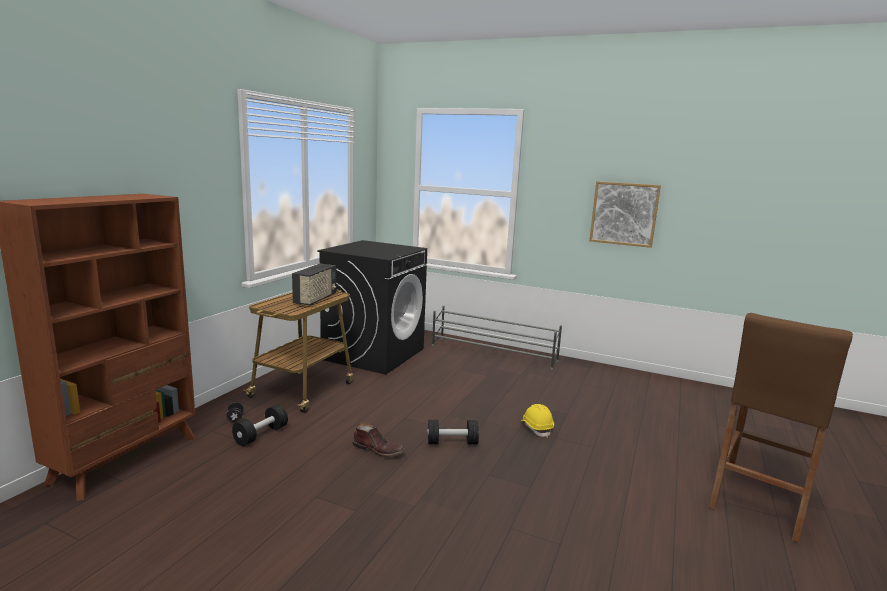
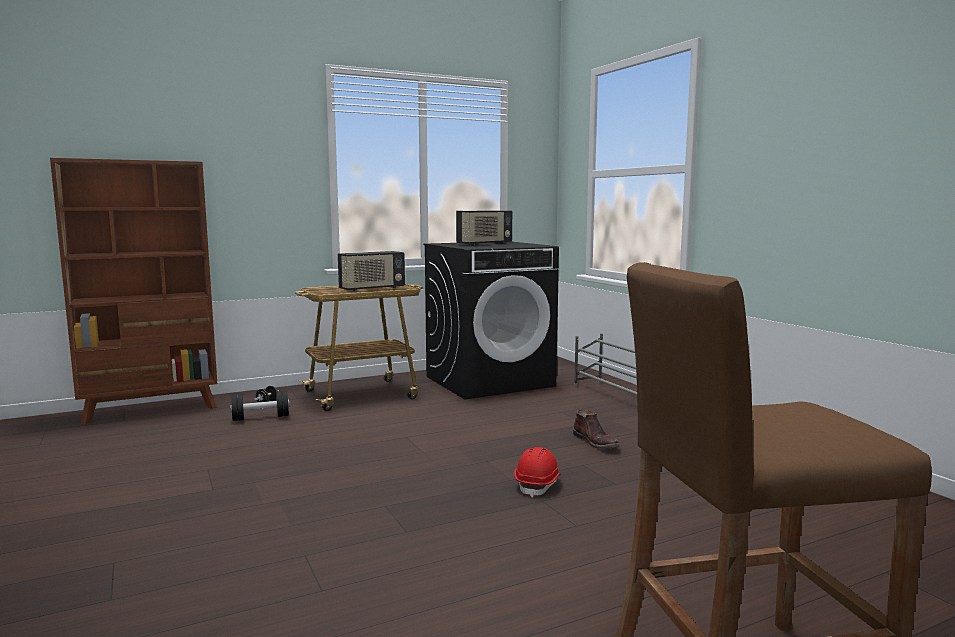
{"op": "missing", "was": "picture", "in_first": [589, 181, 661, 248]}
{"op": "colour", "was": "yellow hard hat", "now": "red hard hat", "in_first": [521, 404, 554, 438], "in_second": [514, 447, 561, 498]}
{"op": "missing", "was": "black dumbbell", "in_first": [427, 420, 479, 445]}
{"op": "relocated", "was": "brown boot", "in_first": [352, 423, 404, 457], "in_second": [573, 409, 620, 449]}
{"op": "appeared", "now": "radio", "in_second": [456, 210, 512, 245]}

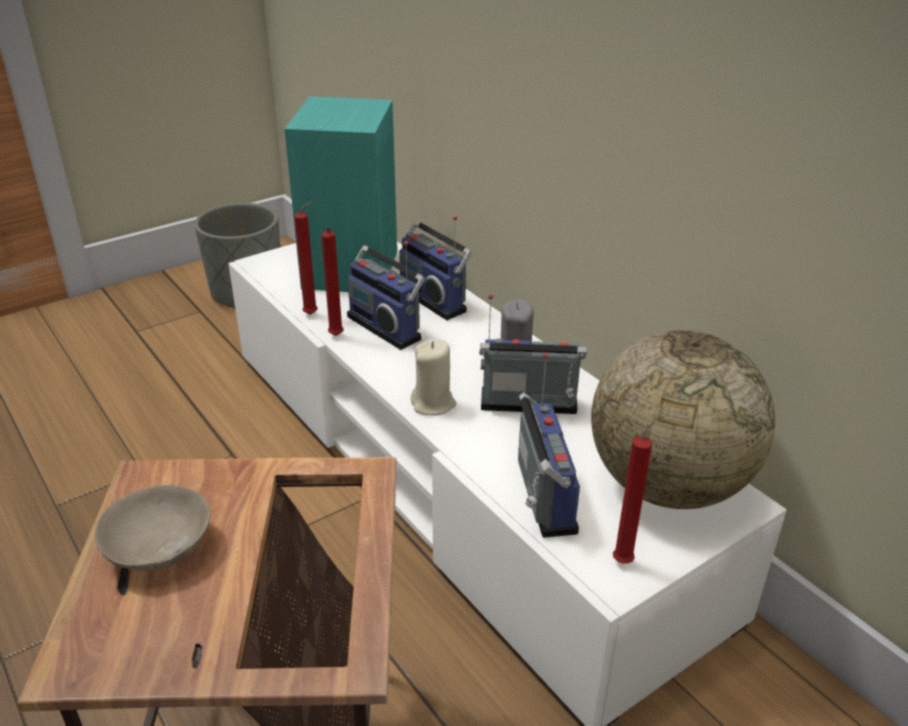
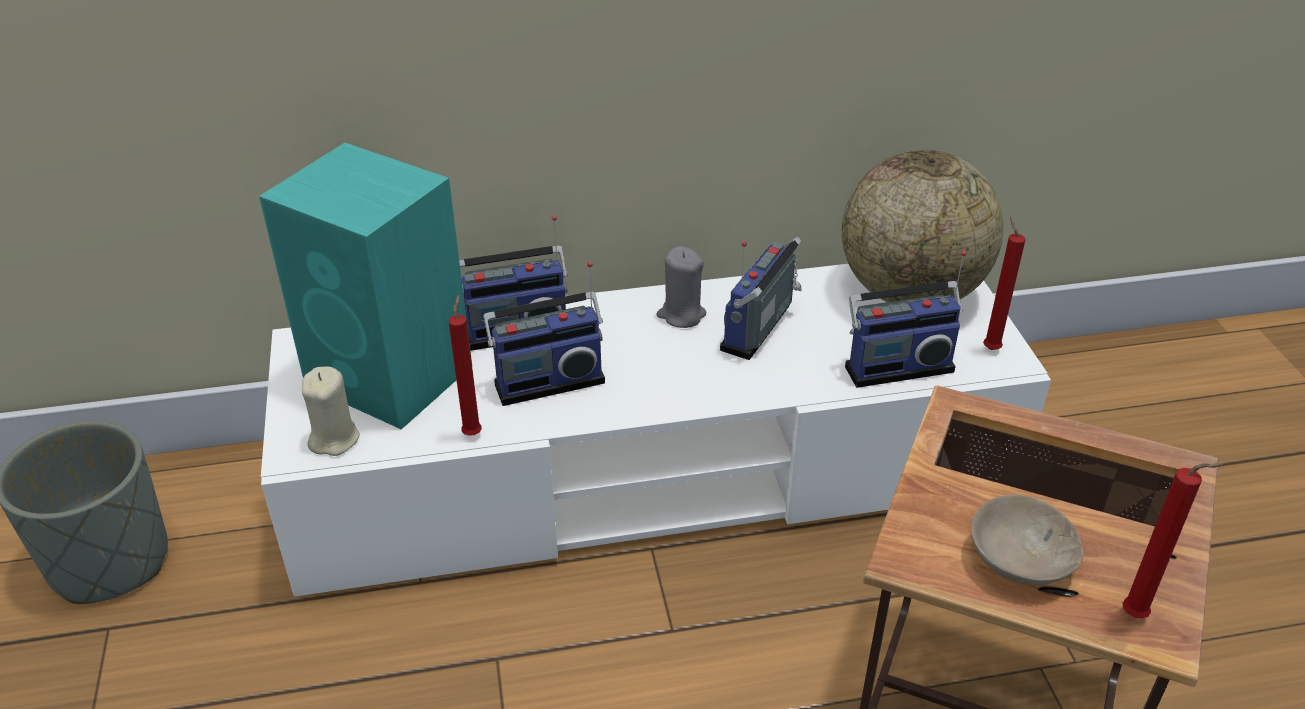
{"op": "relocated", "was": "red candle", "in_first": [321, 227, 344, 336], "in_second": [1123, 463, 1224, 618]}
{"op": "relocated", "was": "beige candle", "in_first": [411, 339, 456, 416], "in_second": [302, 367, 360, 456]}
{"op": "spun", "was": "radio", "in_first": [518, 353, 580, 538], "in_second": [845, 251, 966, 388], "clockwise": 150}

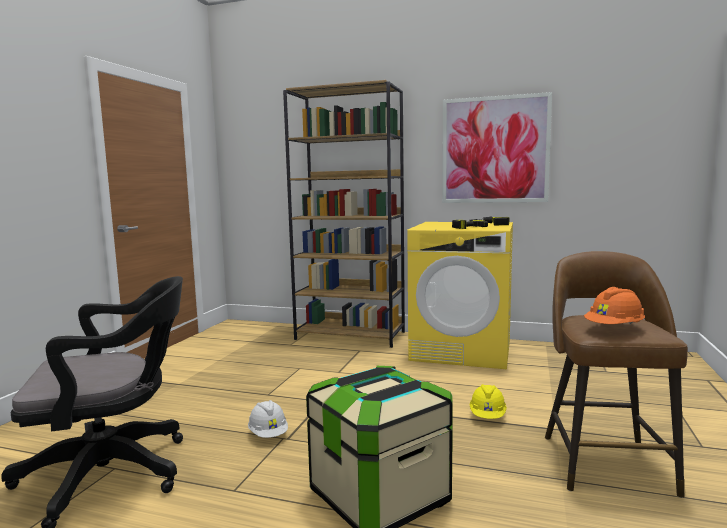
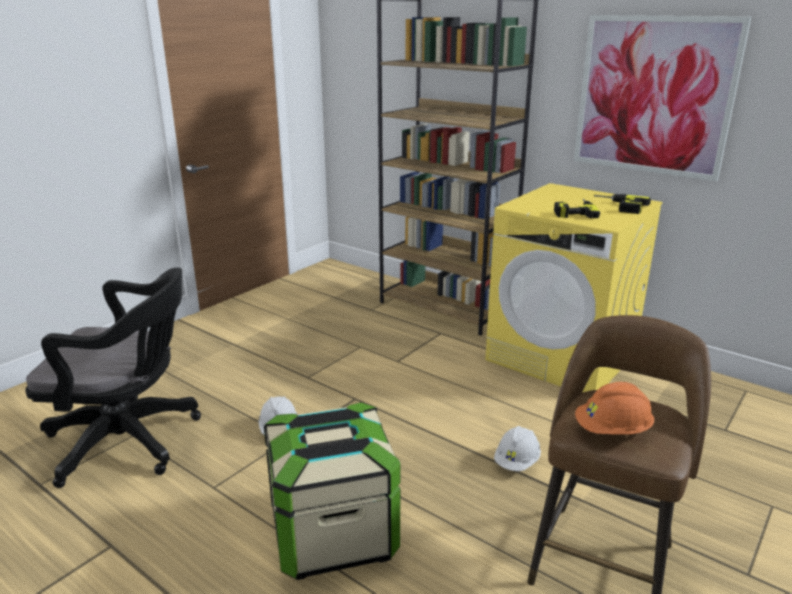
{"op": "colour", "was": "yellow hard hat", "now": "white hard hat", "in_first": [469, 384, 507, 419], "in_second": [494, 426, 541, 471]}

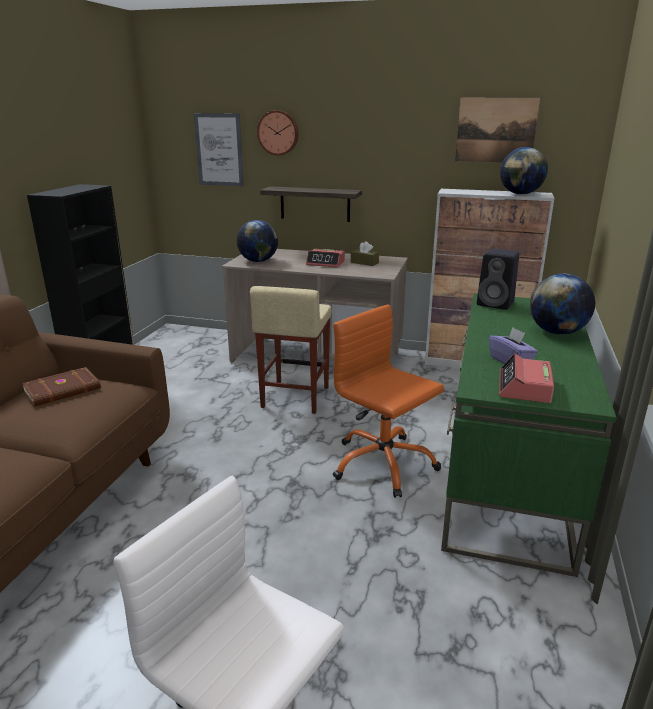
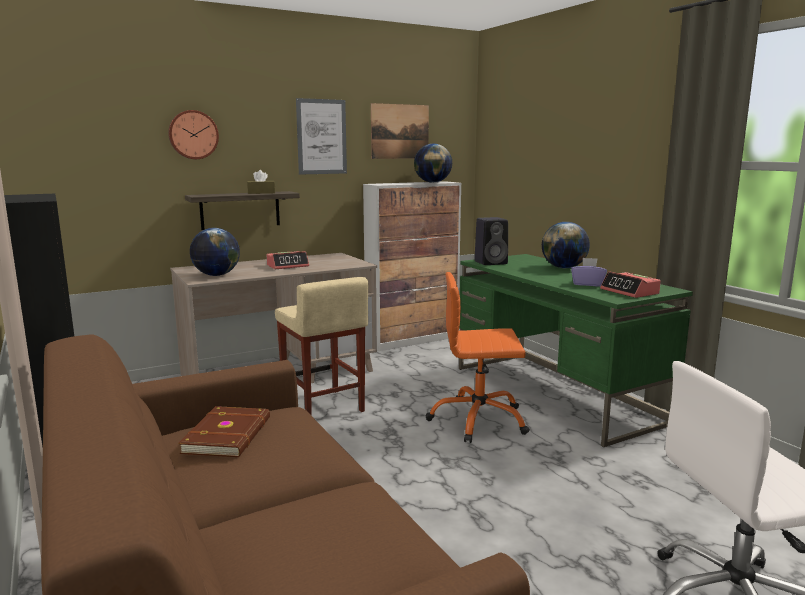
{"op": "relocated", "was": "picture", "in_first": [194, 113, 244, 186], "in_second": [296, 98, 347, 175]}
{"op": "relocated", "was": "brown tissue box", "in_first": [351, 241, 379, 266], "in_second": [247, 170, 275, 194]}

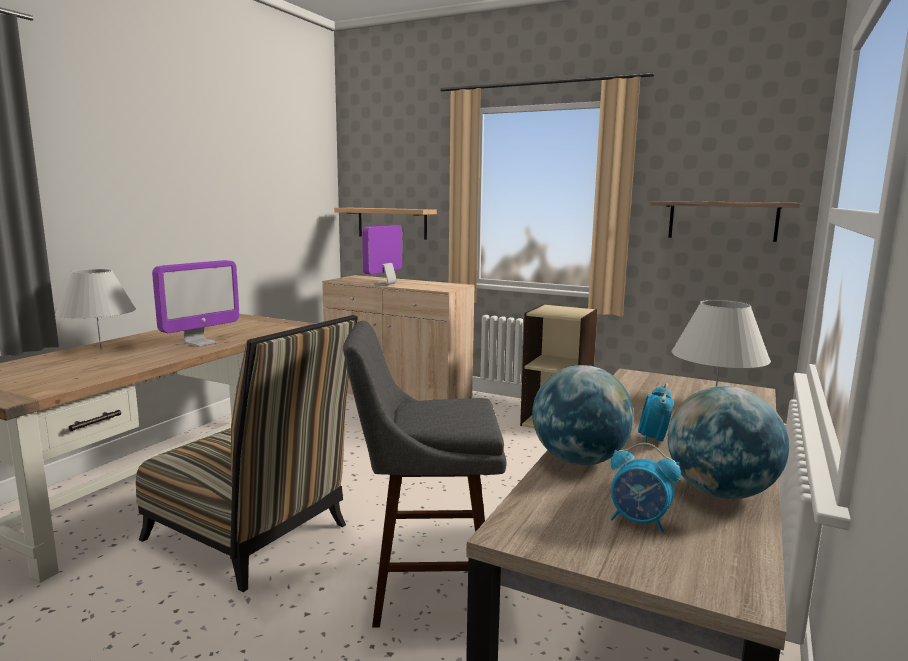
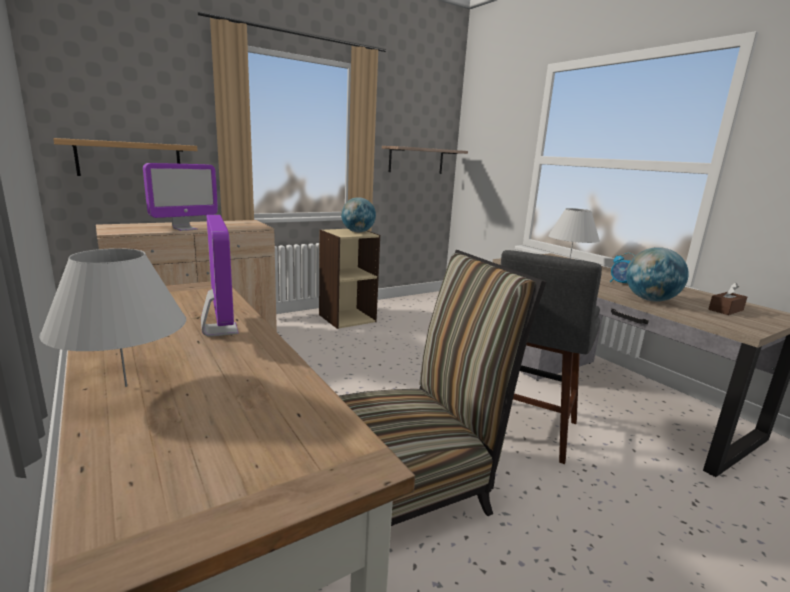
{"op": "spun", "was": "monitor", "in_first": [362, 225, 402, 285], "in_second": [143, 163, 218, 231], "clockwise": -105}
{"op": "relocated", "was": "globe", "in_first": [668, 386, 789, 499], "in_second": [341, 197, 376, 232]}
{"op": "exchanged", "was": "alarm clock", "now": "brown tissue box", "in_first": [610, 443, 681, 532], "in_second": [708, 282, 747, 315]}

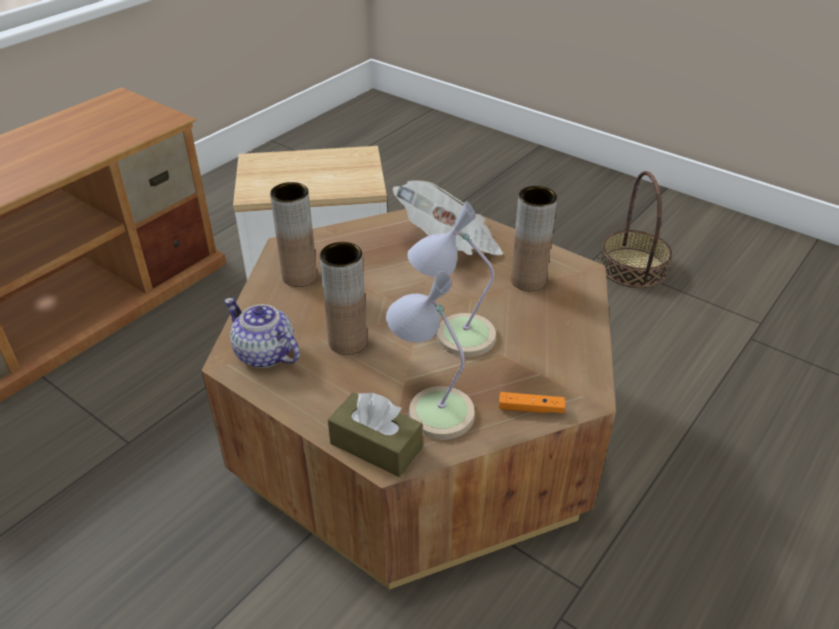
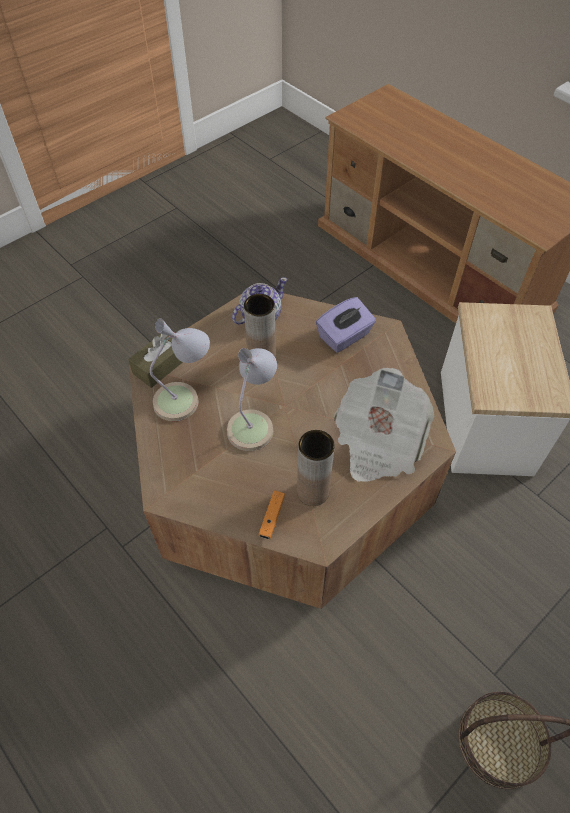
{"op": "exchanged", "was": "brown vase", "now": "purple tissue box", "in_first": [270, 182, 317, 287], "in_second": [316, 297, 376, 353]}
{"op": "relocated", "was": "orange game controller", "in_first": [499, 392, 565, 413], "in_second": [259, 491, 285, 539]}

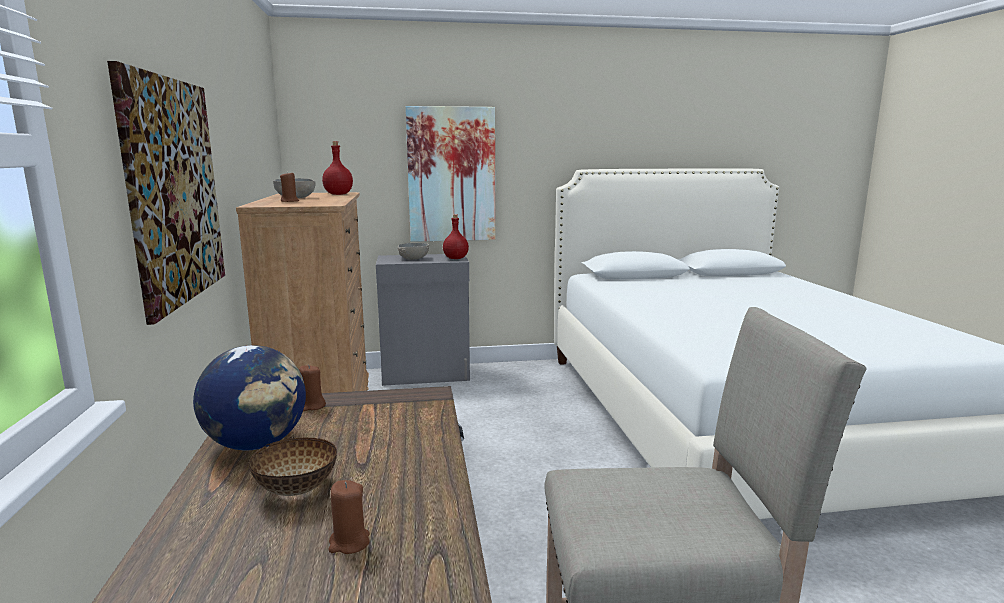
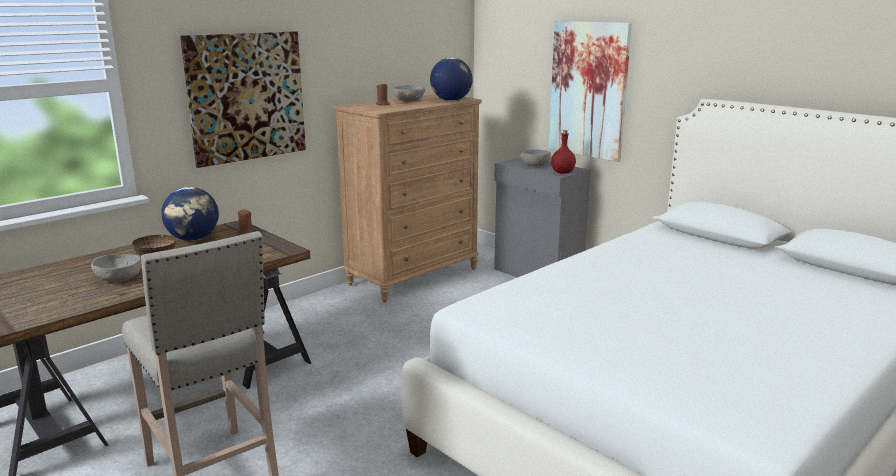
{"op": "exchanged", "was": "red bottle", "now": "globe", "in_first": [322, 141, 353, 195], "in_second": [430, 57, 473, 101]}
{"op": "exchanged", "was": "brown candle", "now": "grey bowl", "in_first": [329, 480, 369, 554], "in_second": [91, 254, 141, 282]}

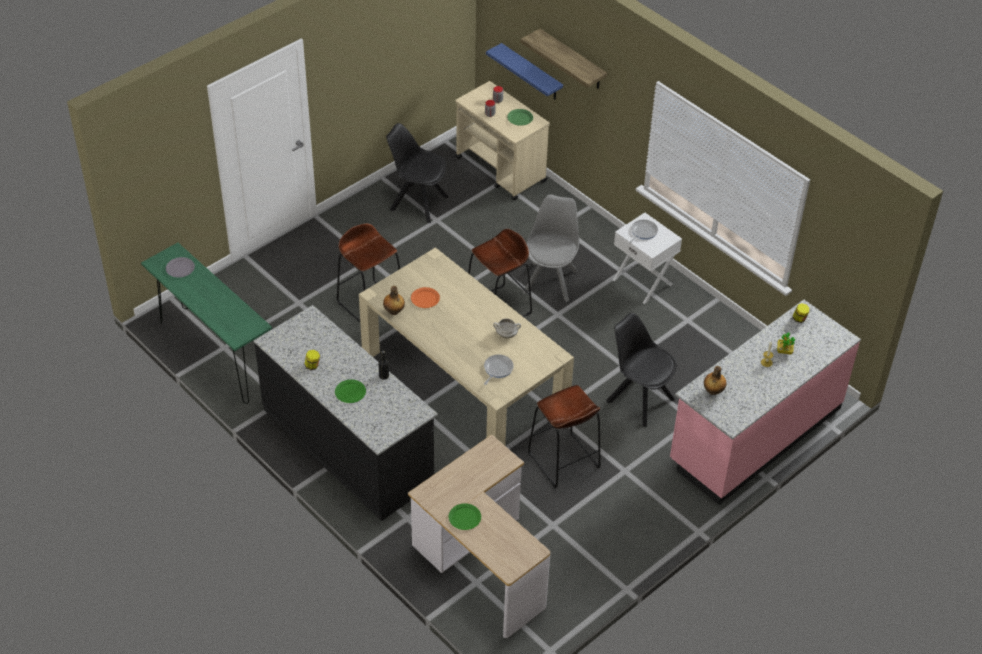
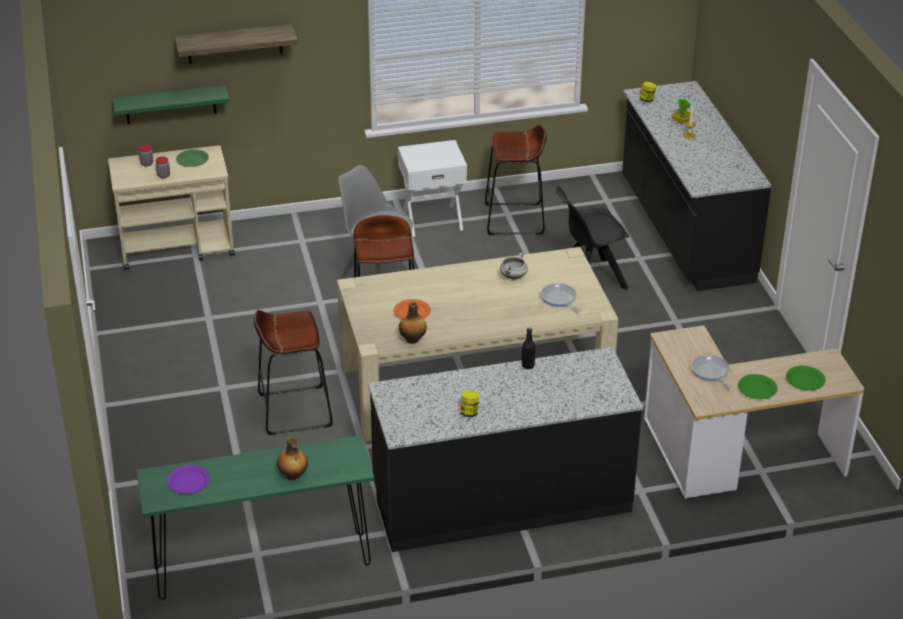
{"op": "colour", "was": "blue shelf", "now": "green shelf", "in_first": [486, 43, 563, 100], "in_second": [112, 85, 229, 124]}
{"op": "missing", "was": "black chair", "in_first": [386, 123, 449, 223]}
{"op": "relocated", "was": "frying pan", "in_first": [629, 220, 658, 243], "in_second": [691, 355, 732, 388]}
{"op": "colour", "was": "grey plate", "now": "purple plate", "in_first": [166, 257, 195, 278], "in_second": [167, 465, 210, 494]}
{"op": "colour", "was": "pink counter", "now": "black counter", "in_first": [670, 300, 861, 505], "in_second": [622, 81, 772, 291]}
{"op": "relocated", "was": "bottle", "in_first": [704, 366, 726, 395], "in_second": [277, 436, 308, 480]}
{"op": "relocated", "was": "green plate", "in_first": [335, 379, 366, 403], "in_second": [786, 366, 826, 390]}
{"op": "relocated", "was": "brown stool", "in_first": [528, 385, 601, 488], "in_second": [485, 125, 547, 235]}

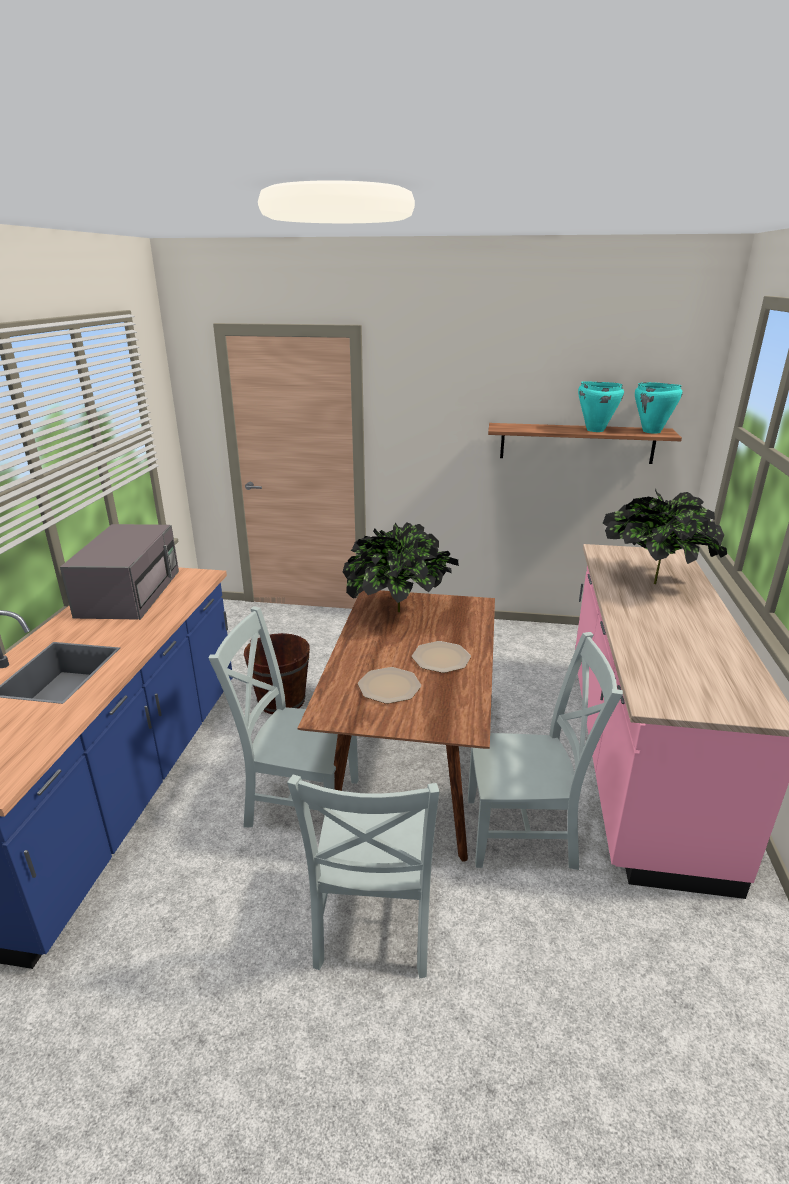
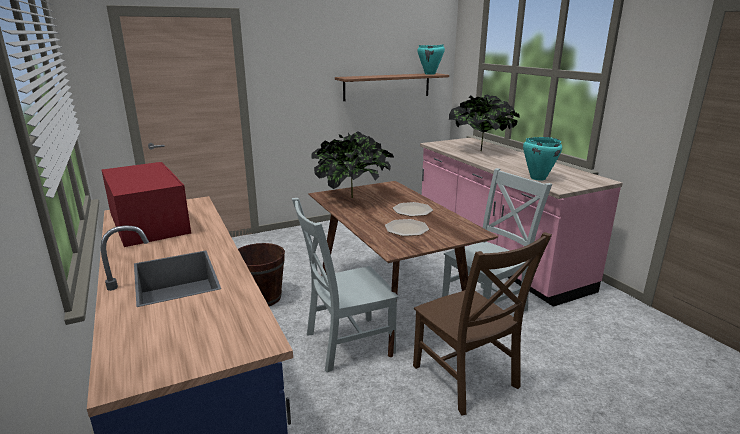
{"op": "relocated", "was": "turquoise cooking pot", "in_first": [578, 381, 624, 432], "in_second": [523, 137, 562, 181]}
{"op": "colour", "was": "grey microwave", "now": "red microwave", "in_first": [60, 524, 179, 620], "in_second": [101, 162, 191, 247]}
{"op": "colour", "was": "grey chair", "now": "brown chair", "in_first": [287, 775, 440, 978], "in_second": [413, 232, 552, 415]}

